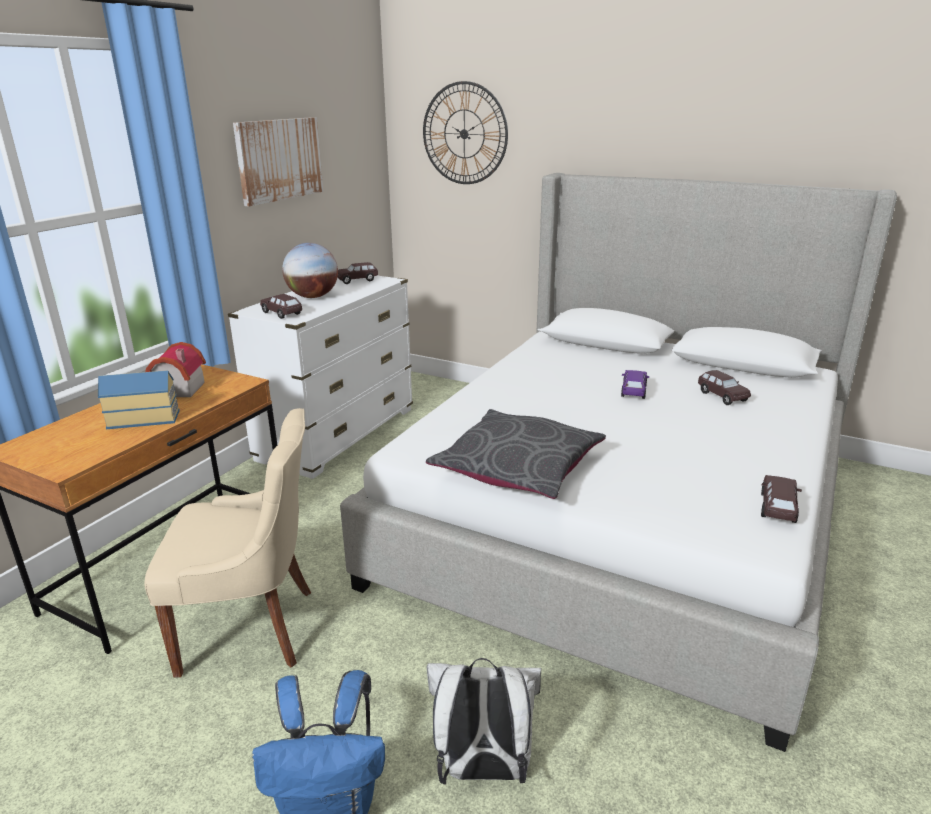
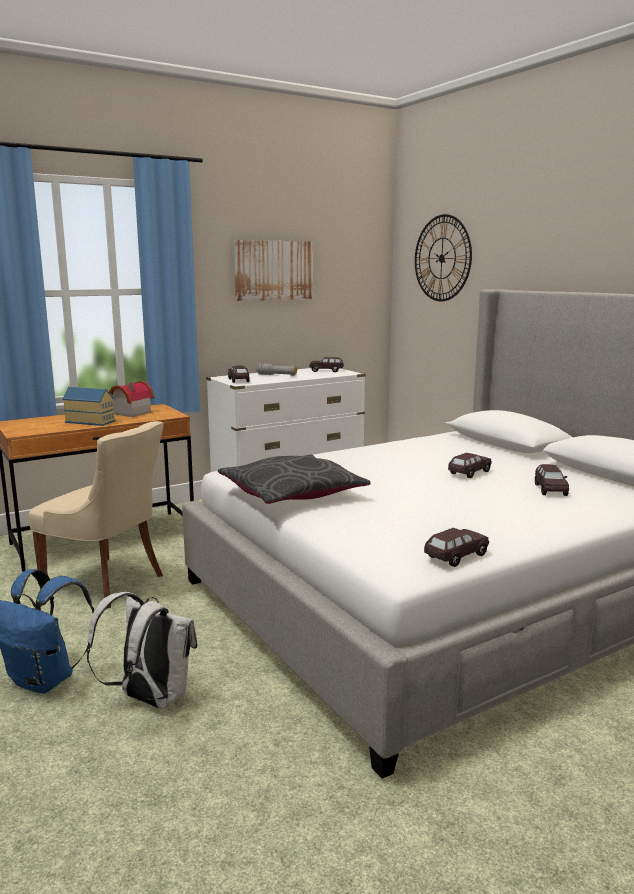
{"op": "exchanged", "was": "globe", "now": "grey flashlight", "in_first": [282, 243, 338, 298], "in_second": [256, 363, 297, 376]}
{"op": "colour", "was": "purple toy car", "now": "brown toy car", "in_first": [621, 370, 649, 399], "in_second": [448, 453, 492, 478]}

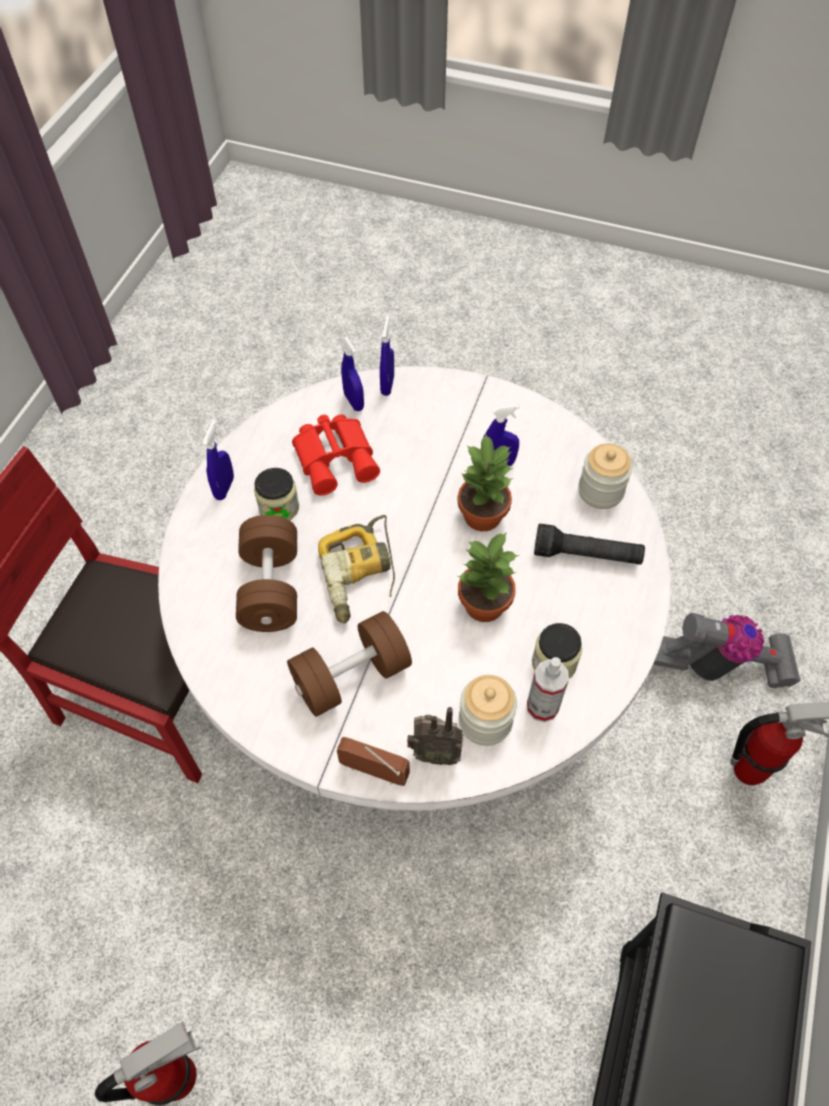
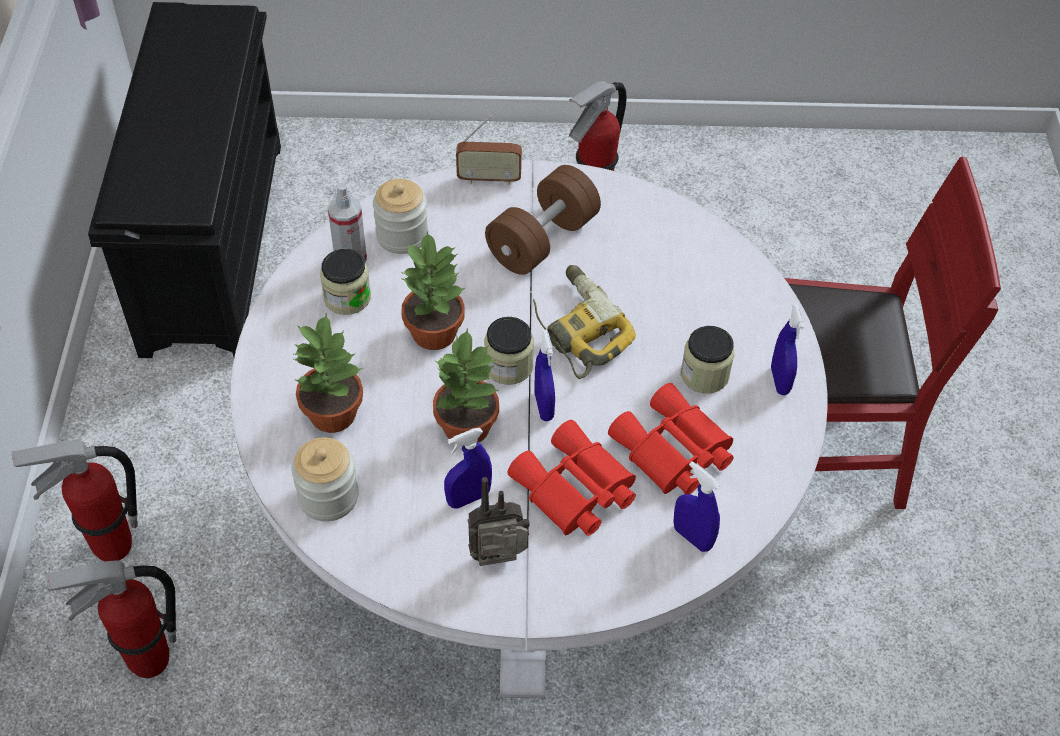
{"op": "relocated", "was": "blue spray bottle", "in_first": [380, 315, 394, 396], "in_second": [534, 329, 555, 421]}
{"op": "missing", "was": "brown dumbbell", "in_first": [236, 515, 297, 632]}
{"op": "exchanged", "was": "black flashlight", "now": "potted plant", "in_first": [534, 523, 645, 565], "in_second": [294, 313, 363, 433]}
{"op": "exchanged", "was": "vacuum cleaner", "now": "fire extinguisher", "in_first": [653, 613, 800, 688], "in_second": [46, 560, 176, 678]}
{"op": "relocated", "was": "radio", "in_first": [407, 707, 463, 765], "in_second": [467, 477, 530, 566]}
{"op": "appeared", "now": "jar", "in_second": [484, 317, 534, 385]}
{"op": "appeared", "now": "red binoculars", "in_second": [507, 420, 636, 536]}

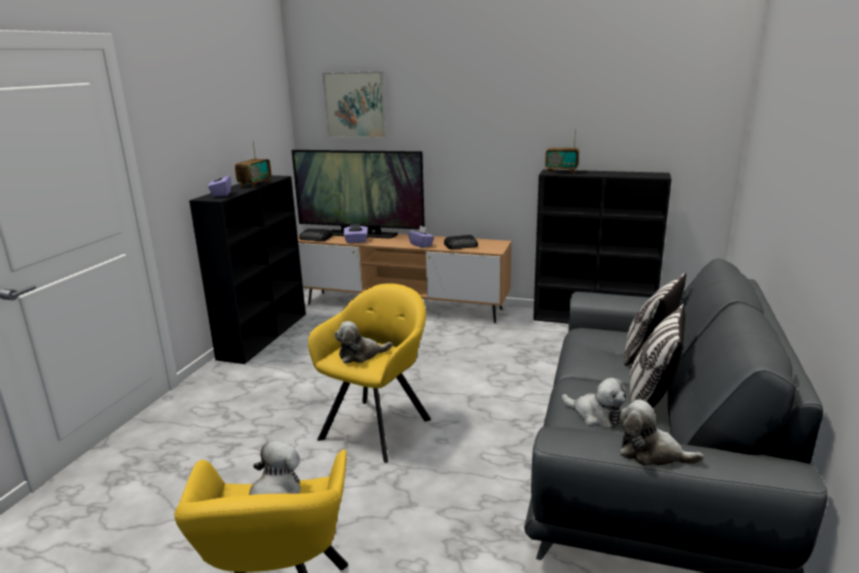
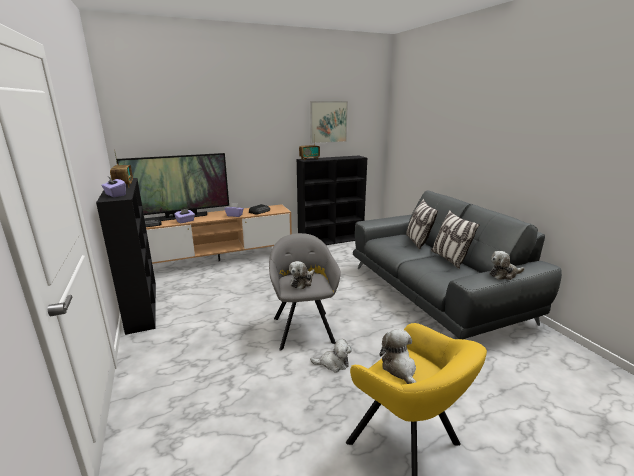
{"op": "relocated", "was": "picture", "in_first": [323, 71, 387, 138], "in_second": [310, 101, 348, 144]}
{"op": "colour", "was": "yellow armchair", "now": "grey armchair", "in_first": [308, 283, 431, 463], "in_second": [269, 233, 341, 351]}
{"op": "relocated", "was": "plush toy", "in_first": [562, 378, 627, 428], "in_second": [310, 339, 352, 372]}

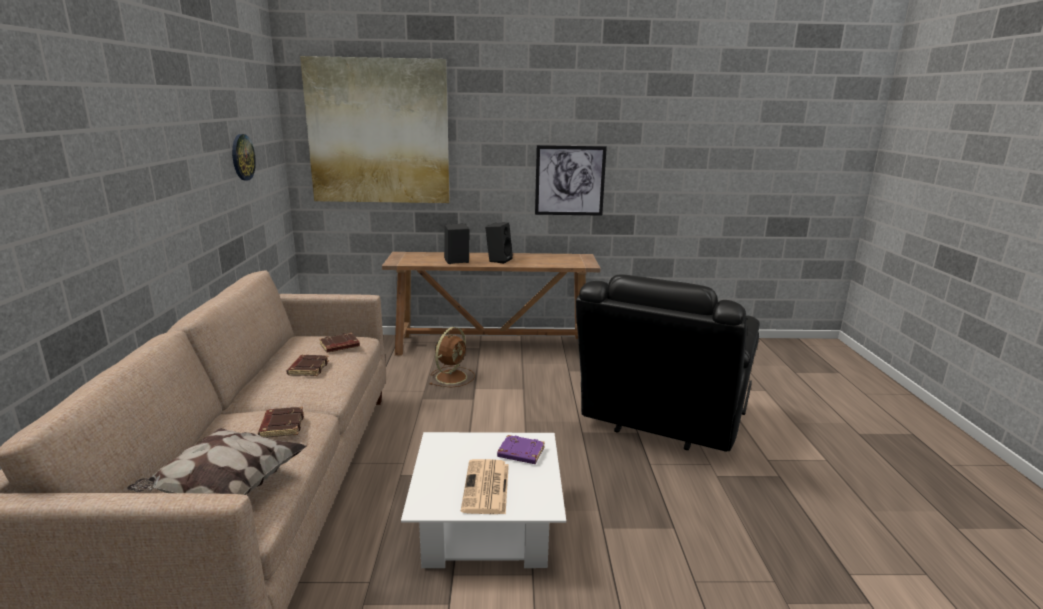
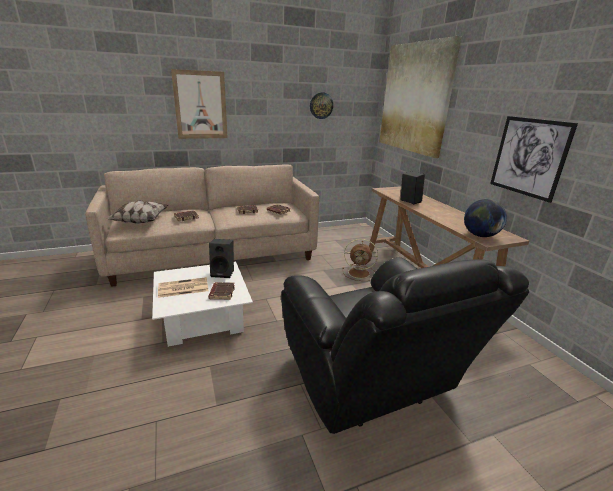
{"op": "relocated", "was": "black speaker", "in_first": [485, 222, 513, 264], "in_second": [209, 239, 234, 278]}
{"op": "spun", "was": "black armchair", "in_first": [576, 274, 760, 452], "in_second": [281, 257, 529, 434], "clockwise": -120}
{"op": "colour", "was": "purple book", "now": "brown book", "in_first": [497, 435, 545, 464], "in_second": [208, 282, 235, 300]}
{"op": "appeared", "now": "picture", "in_second": [171, 69, 228, 139]}
{"op": "appeared", "now": "globe", "in_second": [464, 199, 507, 237]}

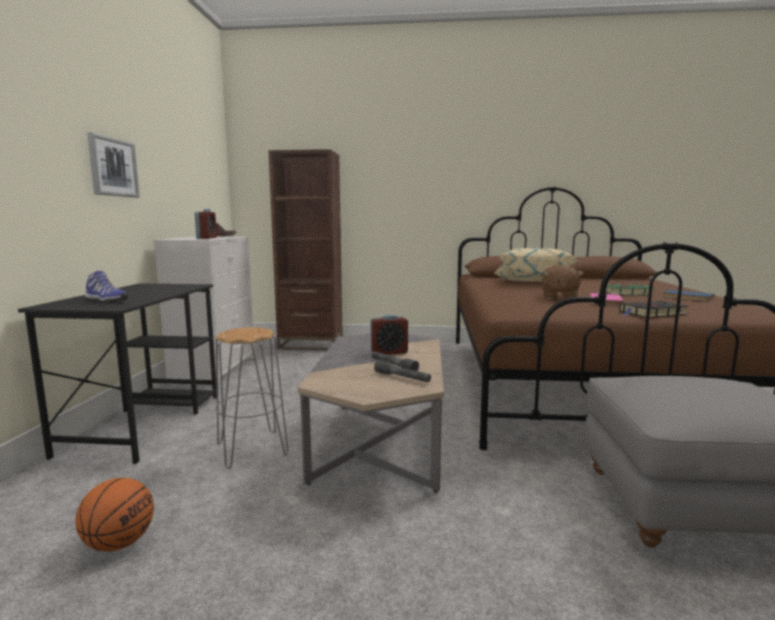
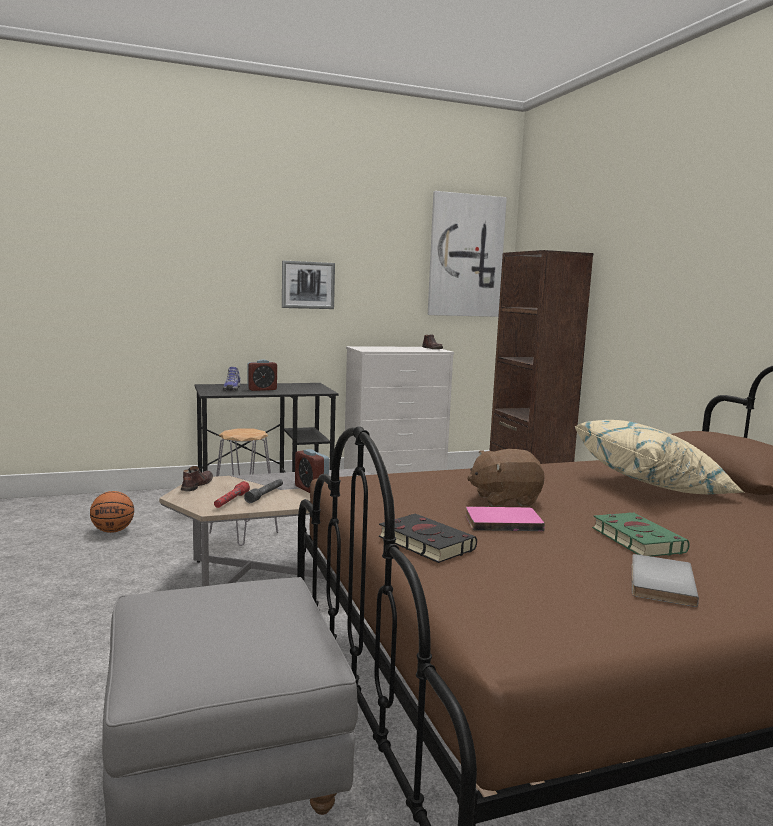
{"op": "relocated", "was": "alarm clock", "in_first": [195, 209, 217, 239], "in_second": [247, 359, 277, 391]}
{"op": "colour", "was": "blue book", "now": "grey book", "in_first": [663, 290, 715, 302], "in_second": [631, 554, 699, 607]}
{"op": "colour", "was": "grey flashlight", "now": "red flashlight", "in_first": [374, 360, 431, 382], "in_second": [214, 481, 250, 508]}
{"op": "appeared", "now": "picture", "in_second": [428, 191, 507, 317]}
{"op": "appeared", "now": "brown shoe", "in_second": [181, 466, 213, 491]}

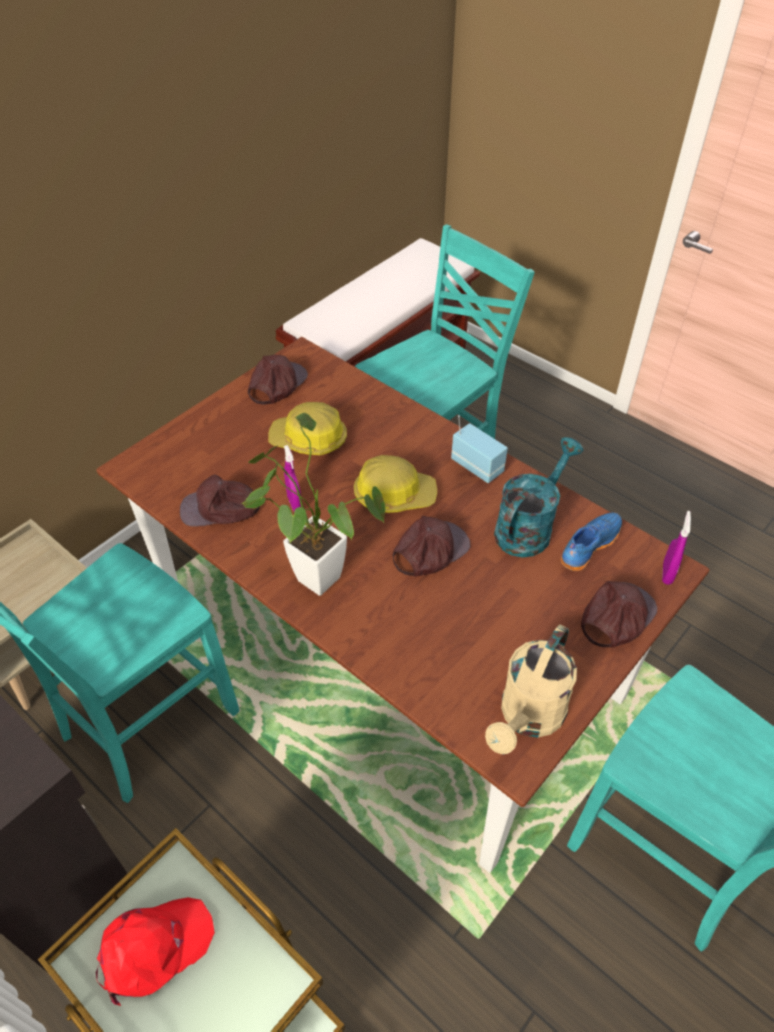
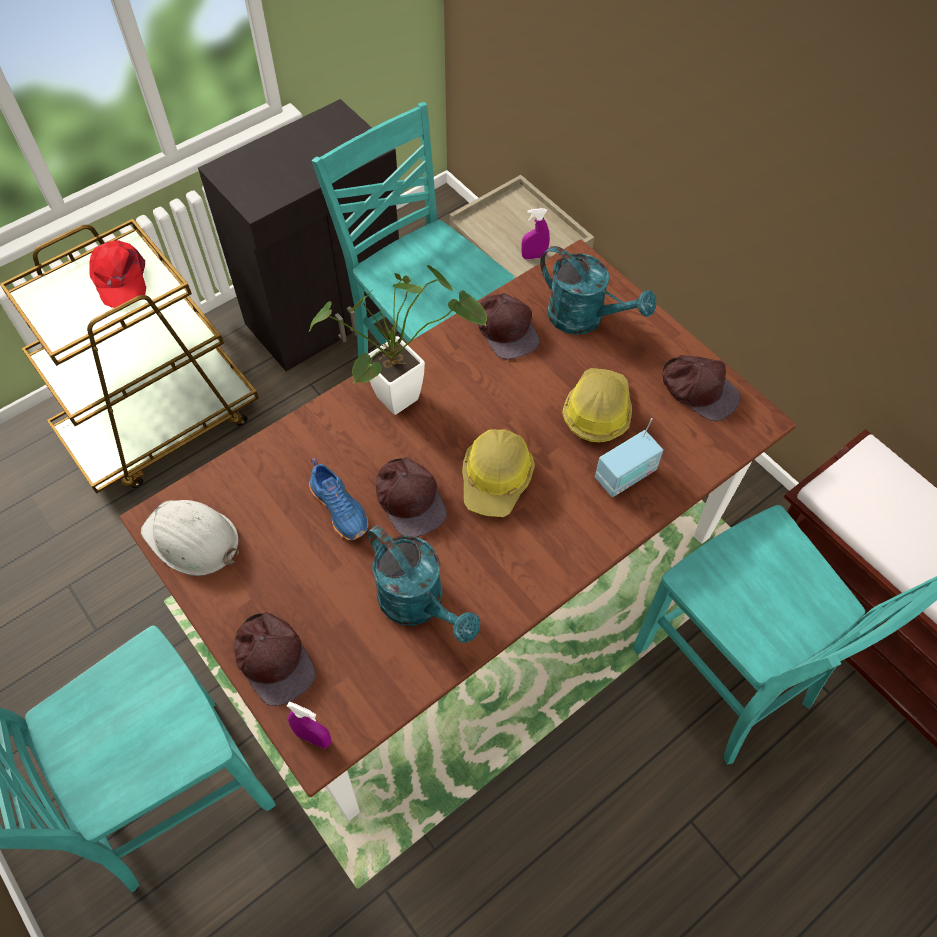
{"op": "relocated", "was": "radio", "in_first": [451, 415, 508, 483], "in_second": [595, 418, 663, 497]}
{"op": "relocated", "was": "purple spray bottle", "in_first": [284, 445, 302, 511], "in_second": [522, 208, 550, 260]}
{"op": "spun", "was": "brown cap", "in_first": [180, 474, 260, 526], "in_second": [478, 293, 540, 359], "clockwise": 150}
{"op": "relocated", "was": "blue shoe", "in_first": [561, 513, 622, 571], "in_second": [309, 458, 368, 540]}
{"op": "exchanged", "was": "beige watering can", "now": "white hard hat", "in_first": [485, 625, 577, 754], "in_second": [141, 500, 239, 576]}
{"op": "appeared", "now": "turquoise watering can", "in_second": [540, 246, 656, 335]}

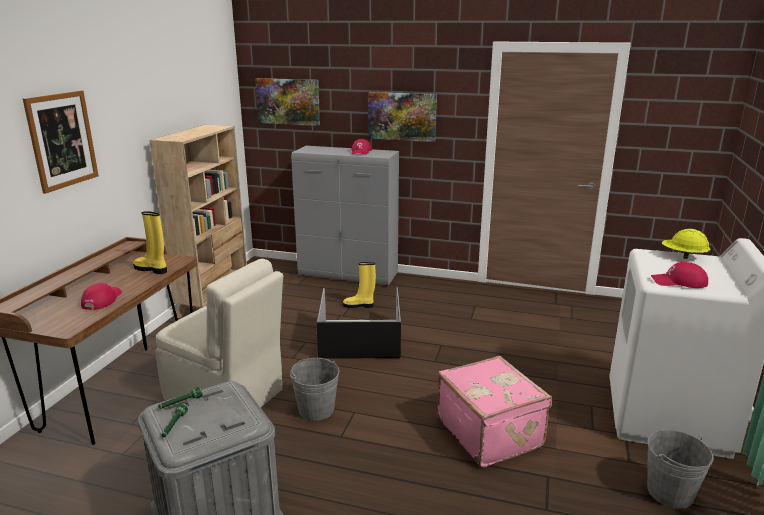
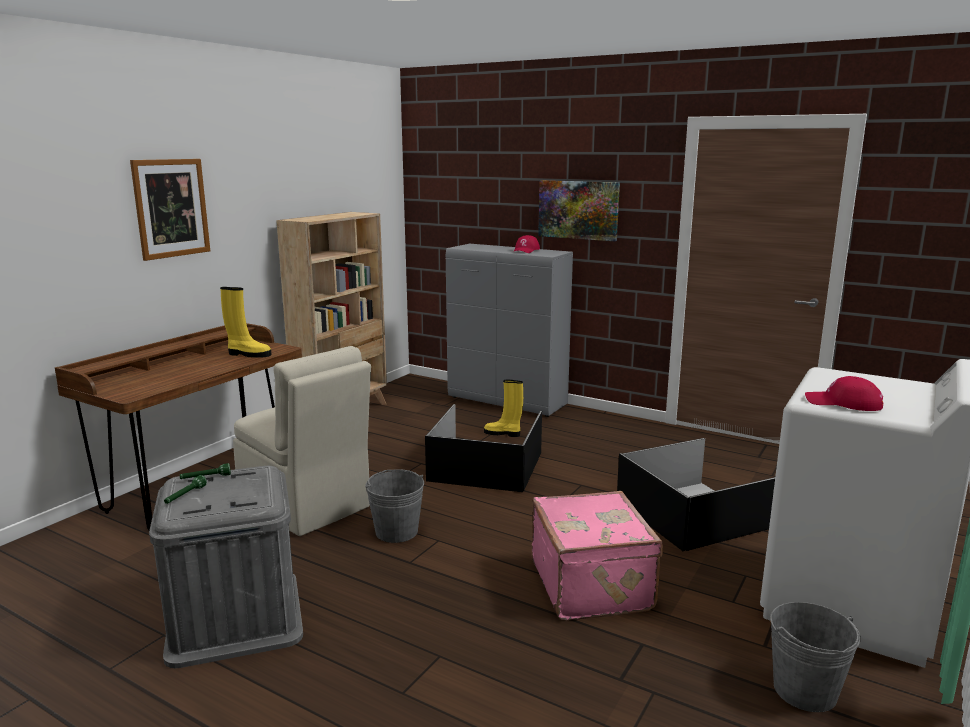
{"op": "missing", "was": "picture", "in_first": [255, 78, 320, 126]}
{"op": "spun", "was": "yellow boot", "in_first": [133, 211, 167, 274], "in_second": [220, 287, 272, 358], "clockwise": 150}
{"op": "missing", "was": "yellow hard hat", "in_first": [662, 229, 710, 259]}
{"op": "missing", "was": "red cap", "in_first": [81, 283, 122, 310]}
{"op": "appeared", "now": "black storage box", "in_second": [617, 438, 775, 551]}

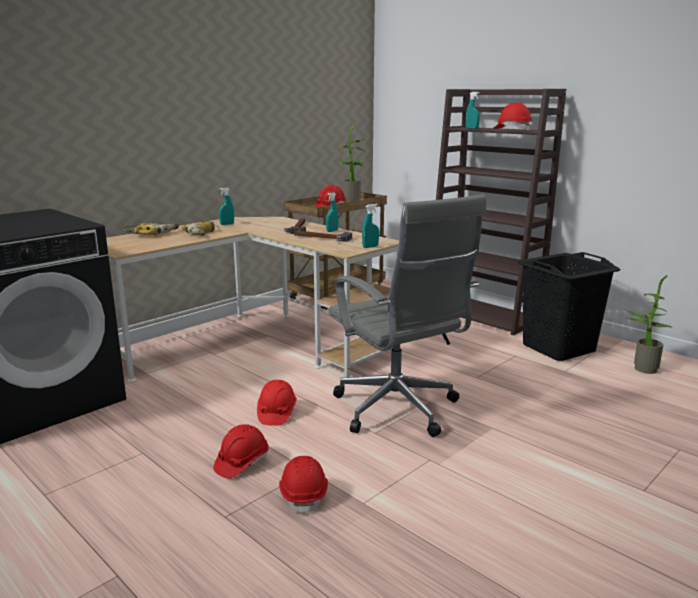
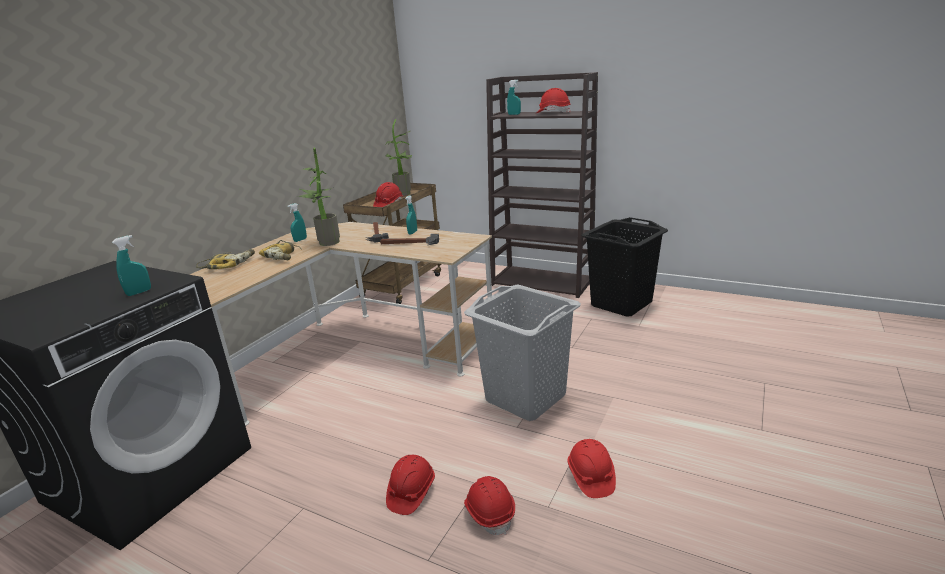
{"op": "exchanged", "was": "grey office chair", "now": "grey laundry basket", "in_first": [329, 194, 486, 437], "in_second": [464, 284, 581, 421]}
{"op": "relocated", "was": "turquoise spray bottle", "in_first": [362, 204, 379, 248], "in_second": [112, 235, 151, 296]}
{"op": "relocated", "was": "potted plant", "in_first": [624, 275, 671, 374], "in_second": [297, 147, 340, 246]}
{"op": "relocated", "was": "red hard hat", "in_first": [257, 380, 297, 426], "in_second": [567, 439, 616, 498]}

